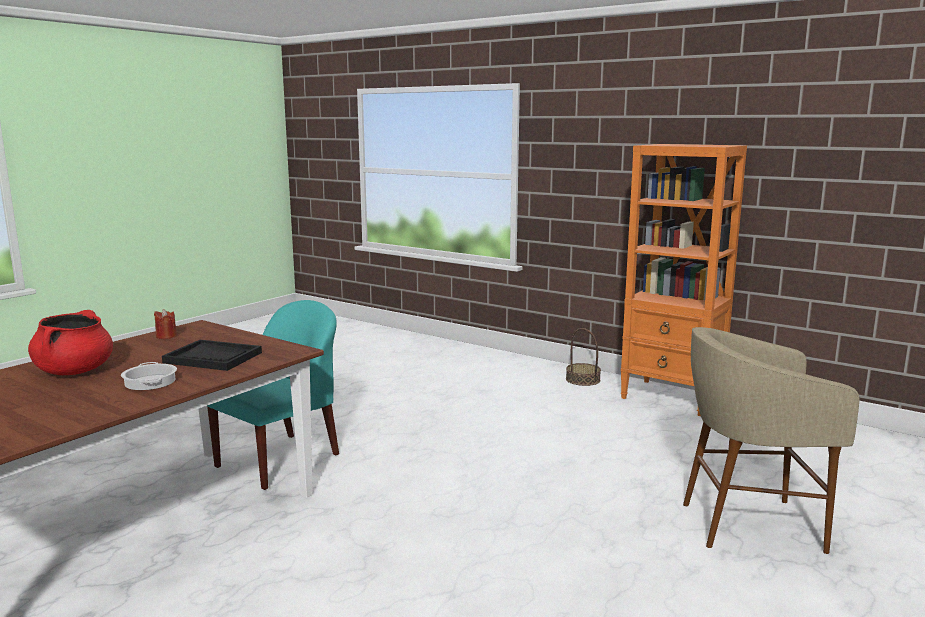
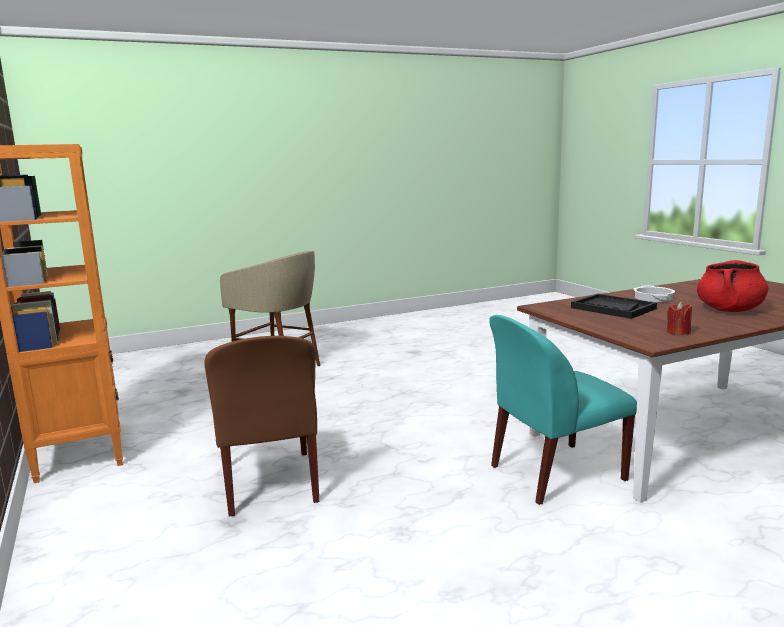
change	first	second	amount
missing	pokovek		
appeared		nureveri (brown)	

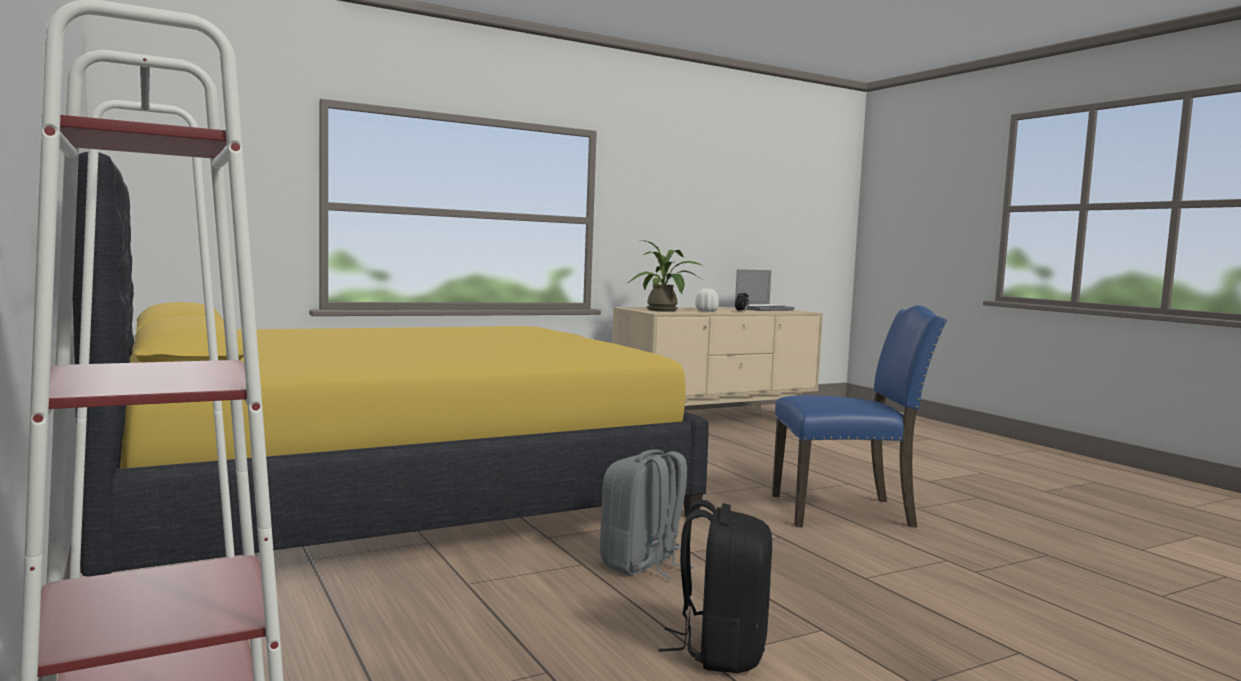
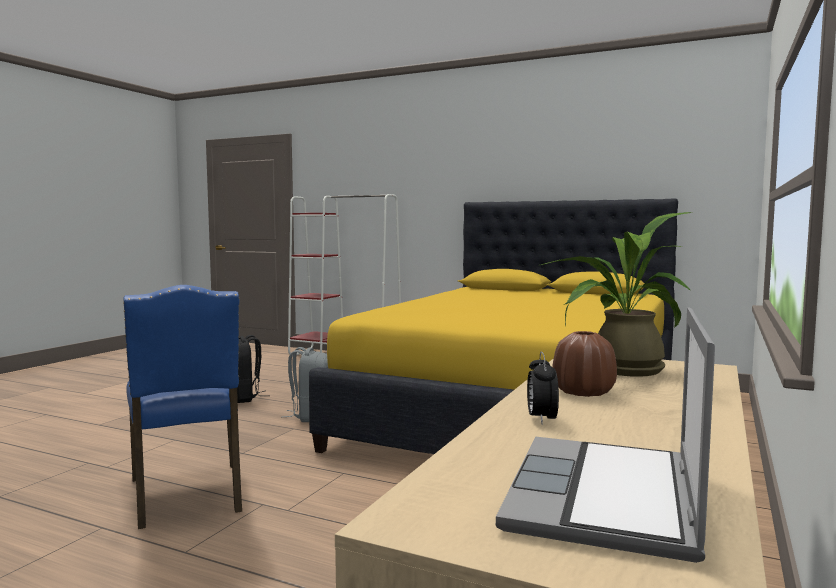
change	first	second	amount
colour	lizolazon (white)	lizolazon (brown)	
spun	nureveri (blue)		75 degrees counterclockwise

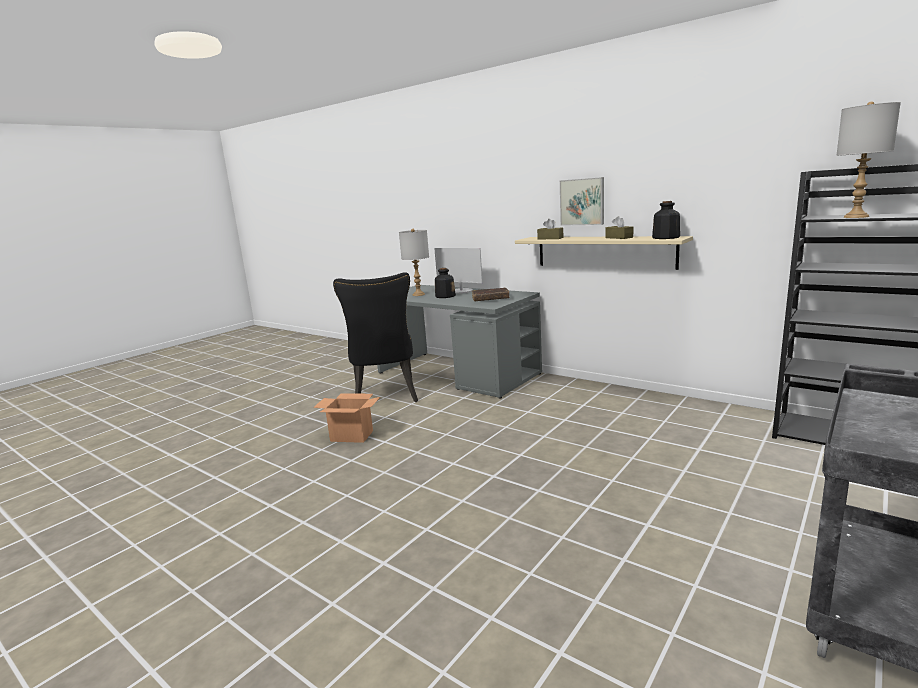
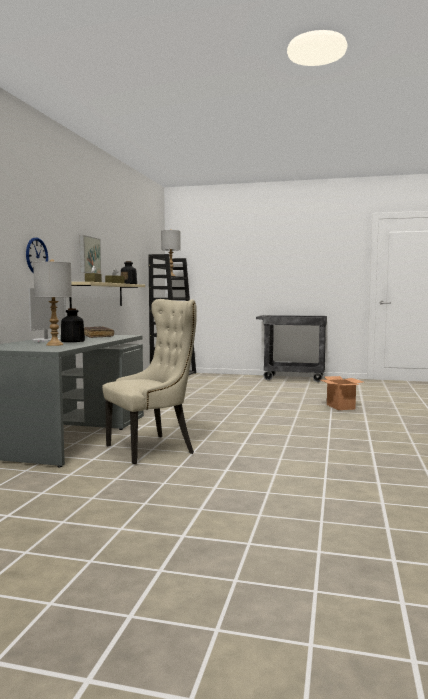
change	first	second	amount
colour	nureveri (black)	nureveri (beige)	
relocated	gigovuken		
appeared		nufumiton	

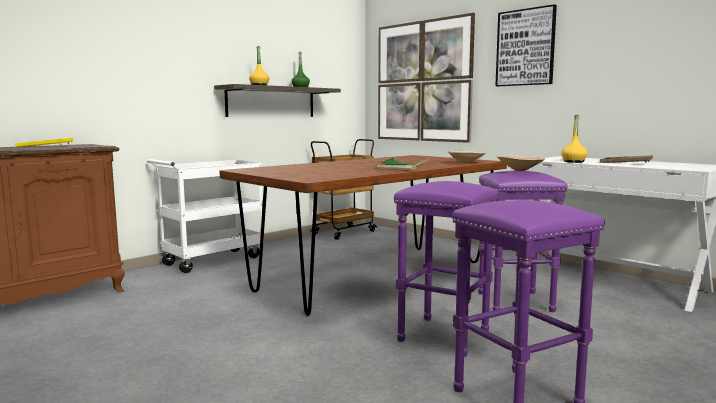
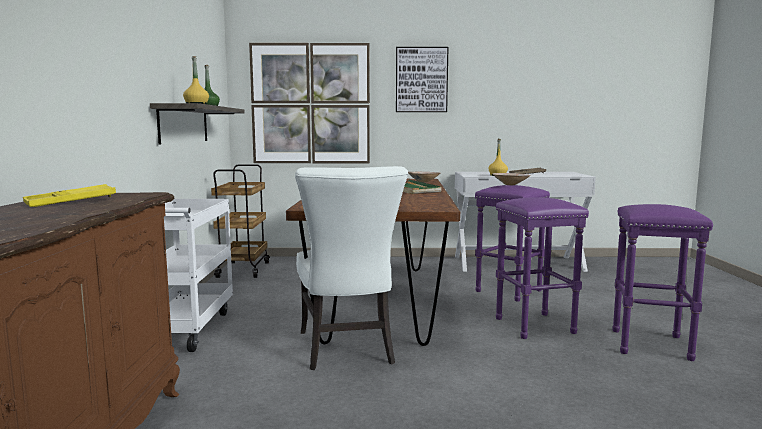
change	first	second	amount
appeared		nureveri (white)	

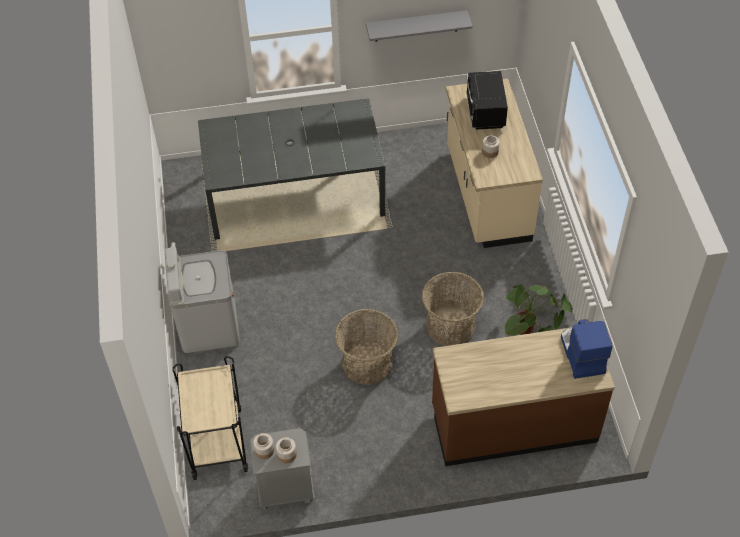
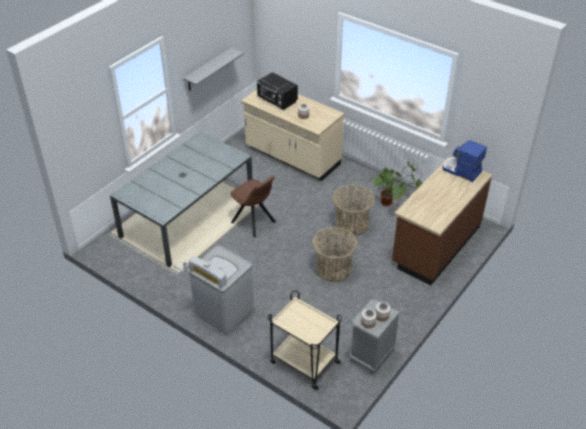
change	first	second	amount
appeared		nureveri (brown)	

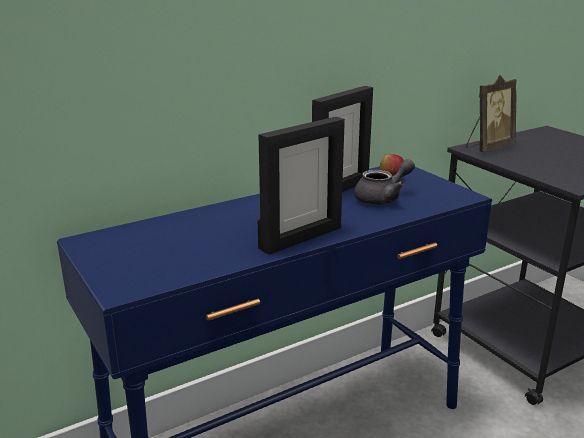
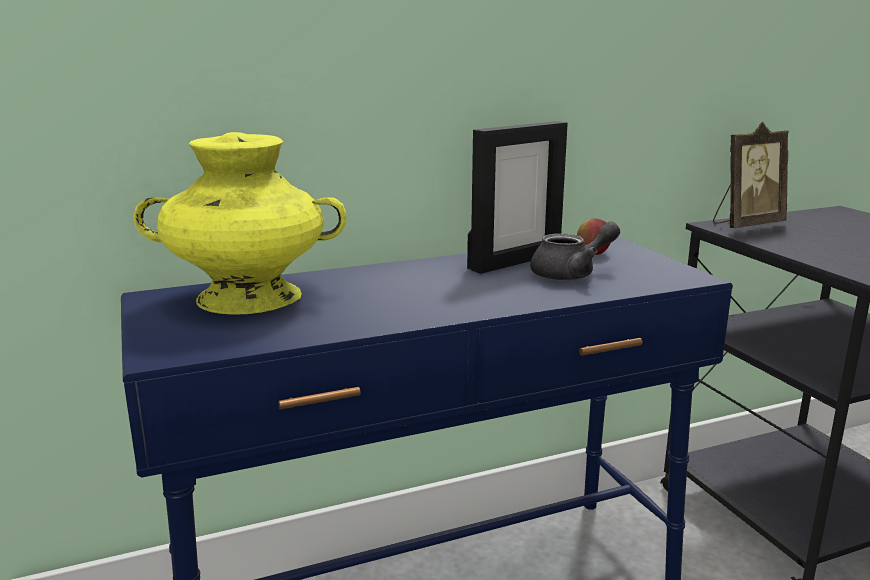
change	first	second	amount
missing	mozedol (no. 1 from left)		
appeared		lizolazon (yellow)	

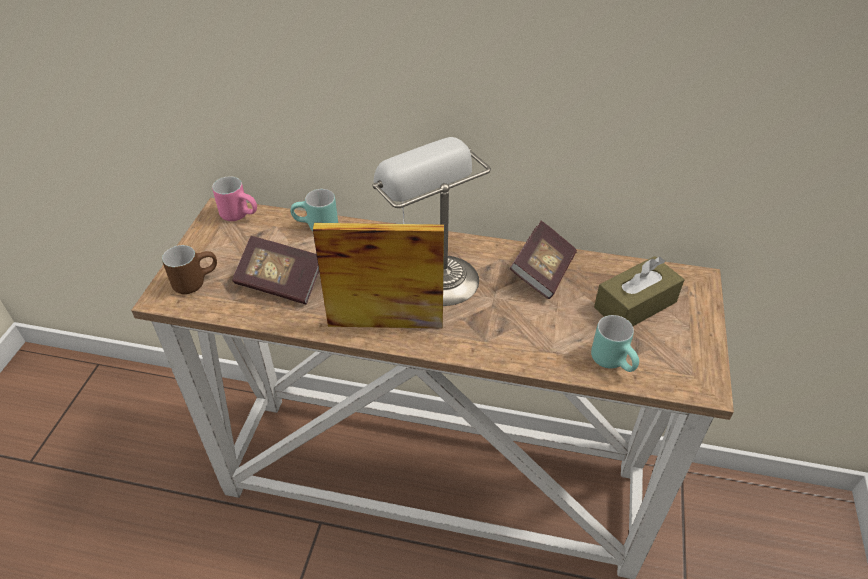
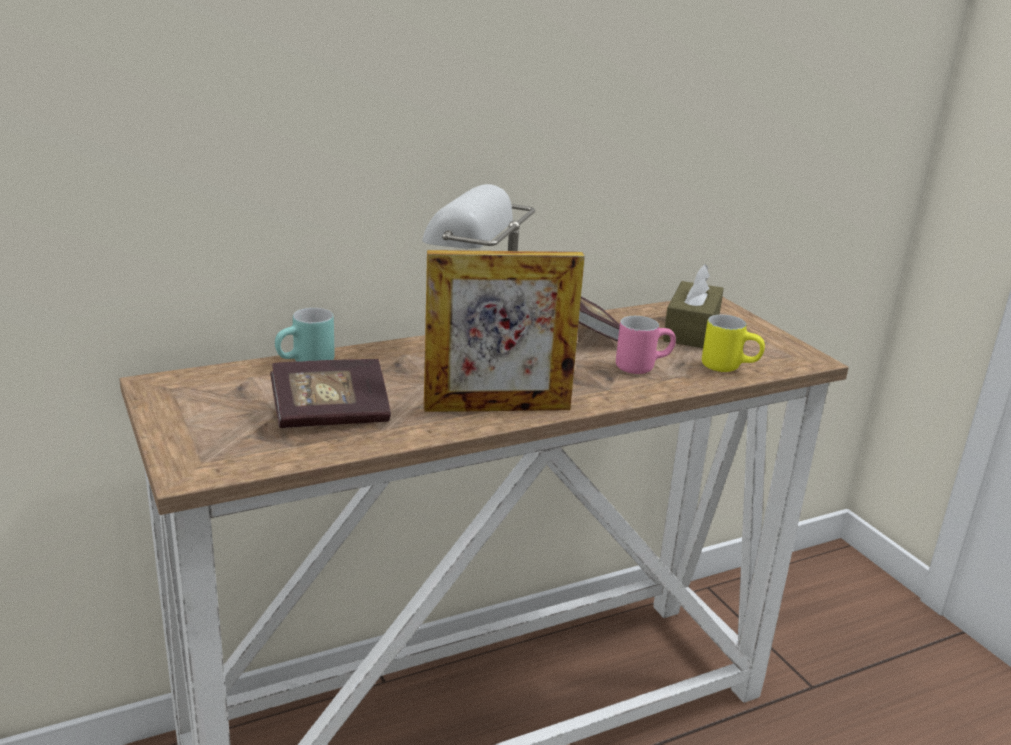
change	first	second	amount
relocated	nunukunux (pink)		
spun	mozedol		150 degrees counterclockwise
missing	nunukunux (brown)		
colour	nunukunux (turquoise) (no. 2 from left)	nunukunux (yellow)	

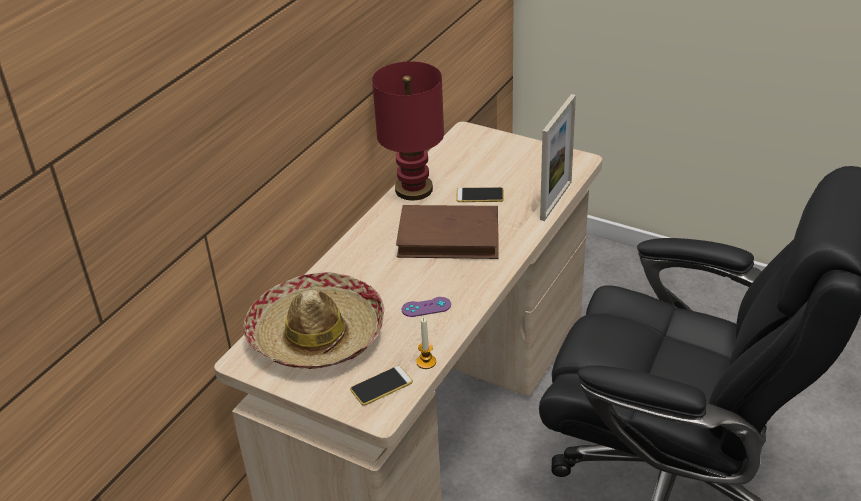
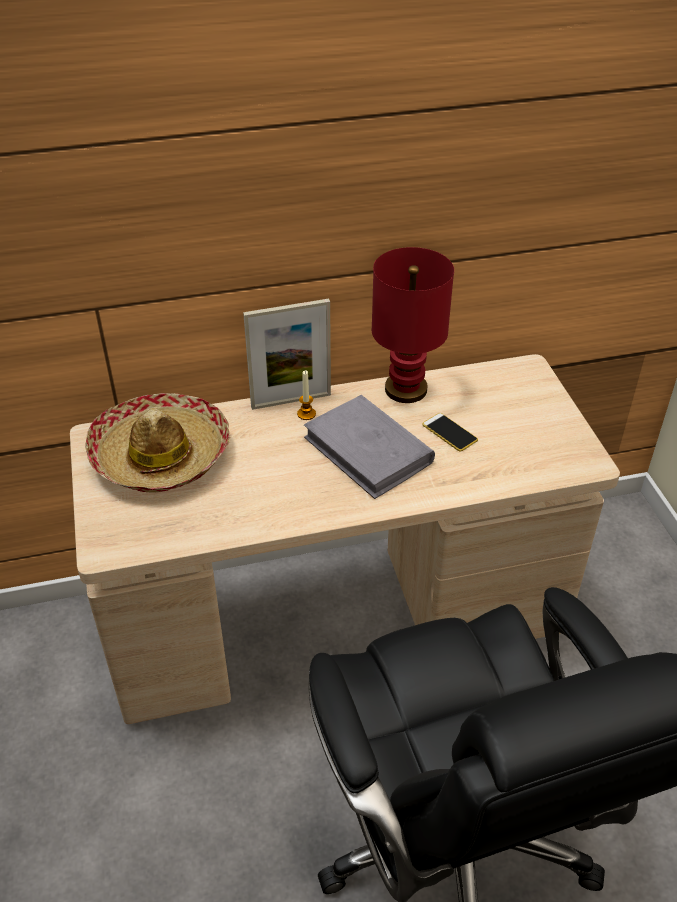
change	first	second	amount
relocated	mozedol		
colour	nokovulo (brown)	nokovulo (grey)	
missing	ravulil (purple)		
relocated	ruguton		
missing	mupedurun (no. 1 from left)		

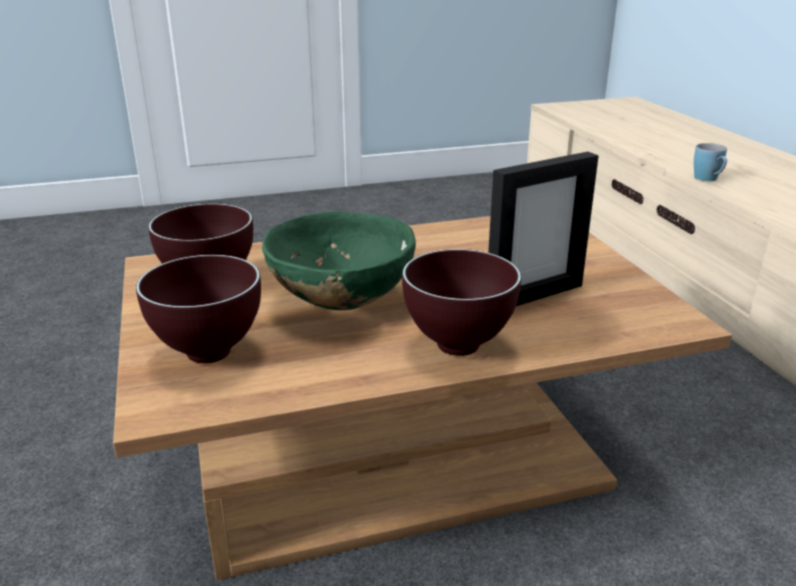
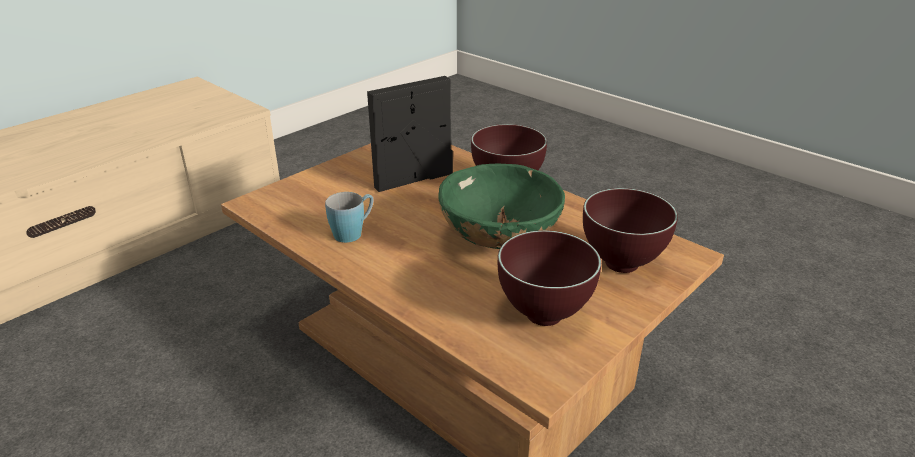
change	first	second	amount
relocated	nunukunux (blue)		
spun	mozedol		60 degrees counterclockwise

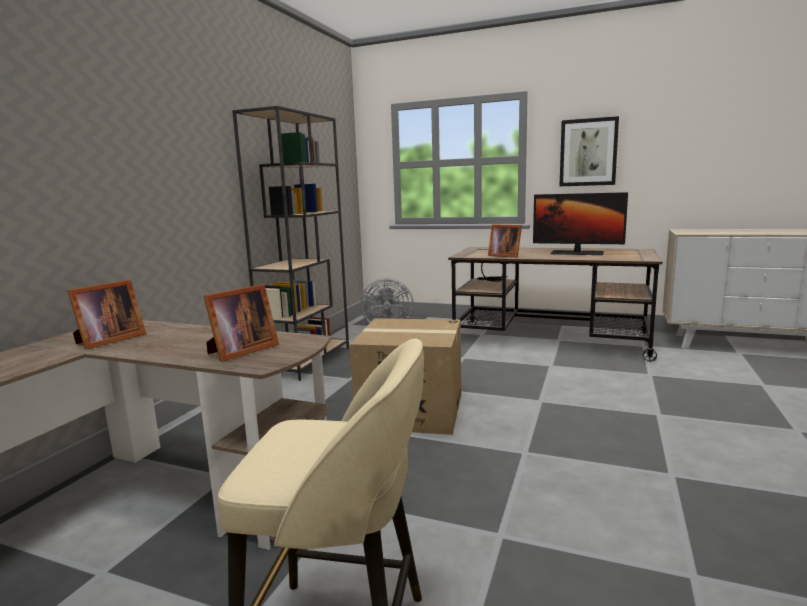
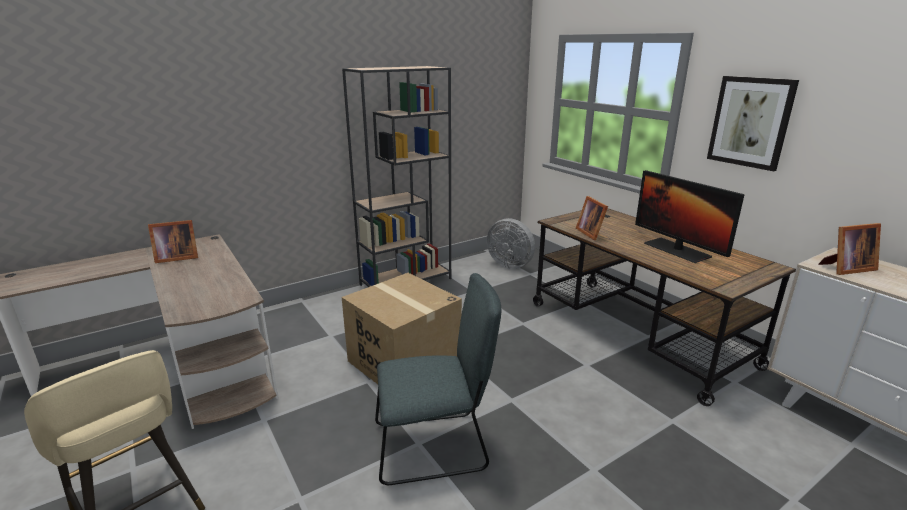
change	first	second	amount
relocated	mozedol (no. 2 from left in the first image)	mozedol (no. 3 from left)	
appeared		nureveri (grey)	

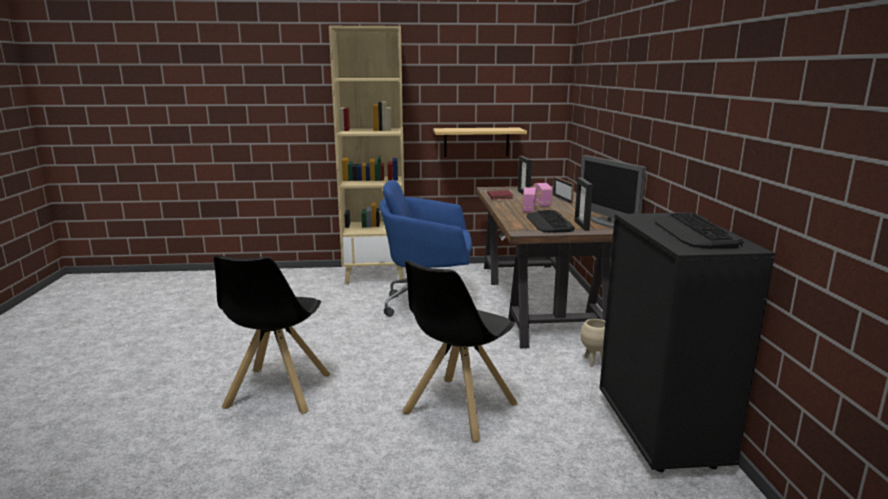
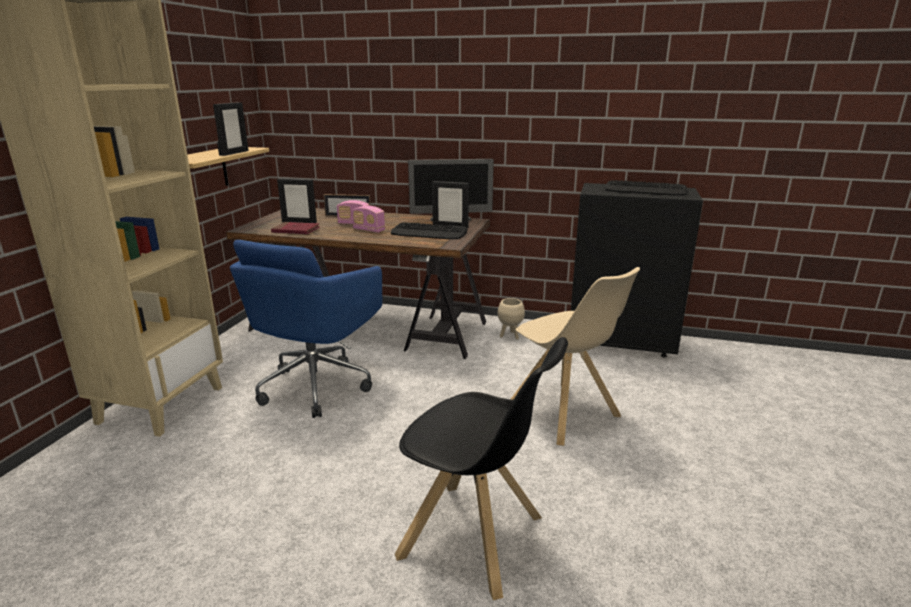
change	first	second	amount
colour	nureveri (black) (no. 2 from left)	nureveri (beige)	
appeared		mozedol (no. 1 from left)	

